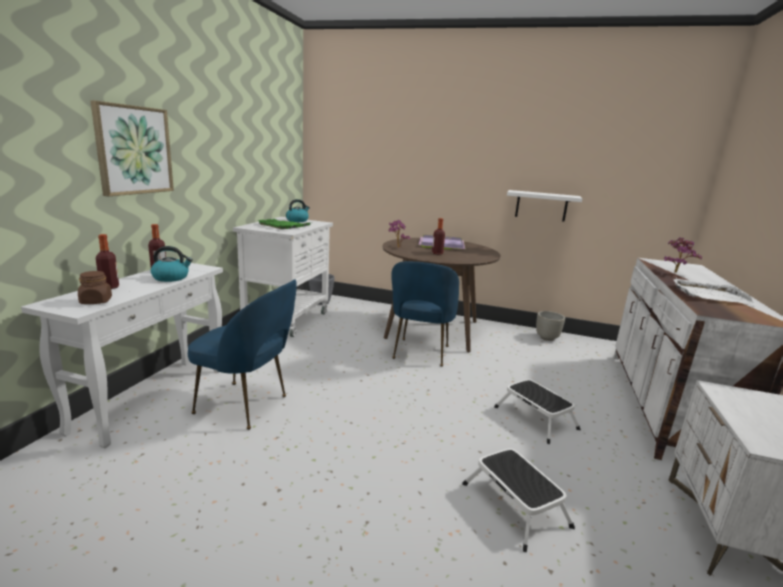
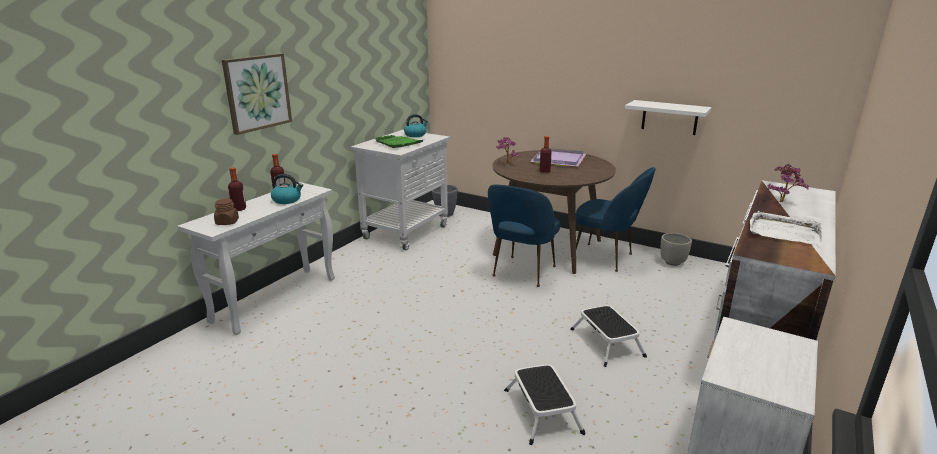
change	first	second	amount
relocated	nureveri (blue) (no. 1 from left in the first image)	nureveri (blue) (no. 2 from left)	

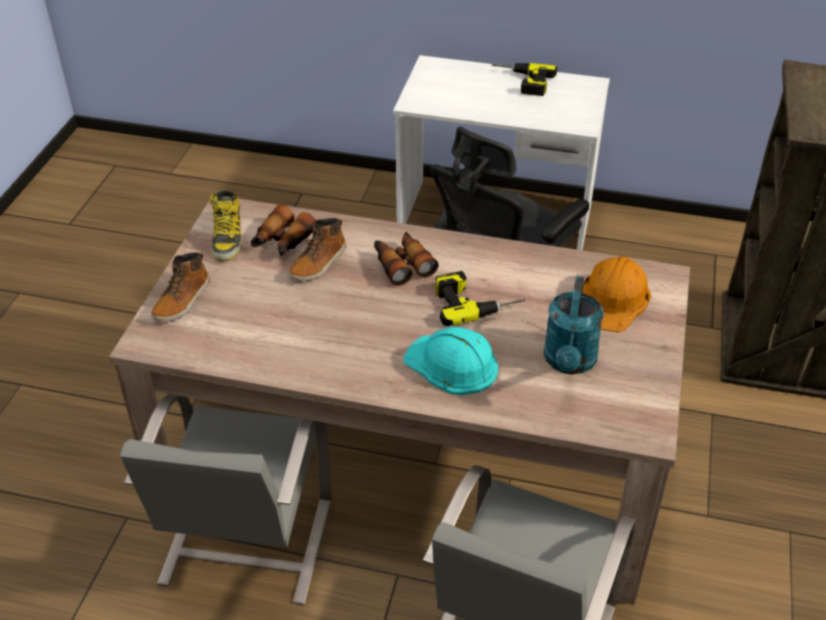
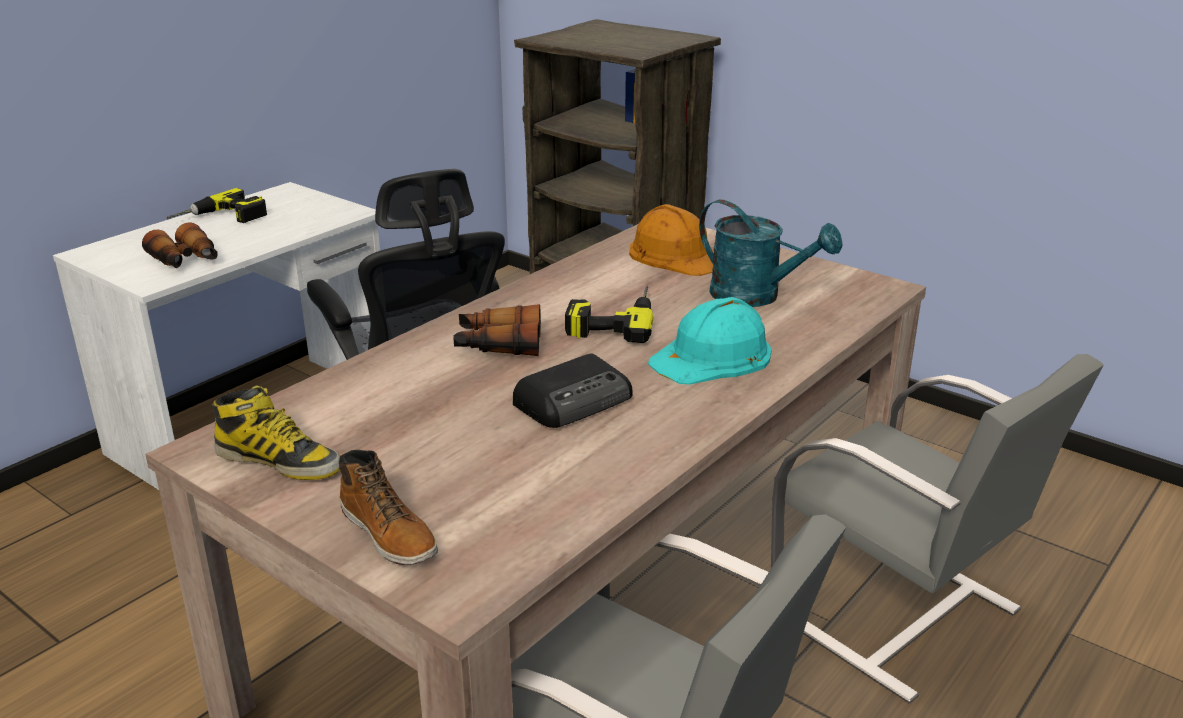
change	first	second	amount
relocated	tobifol (no. 1 from left)		
missing	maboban (no. 3 from left)		
appeared		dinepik	

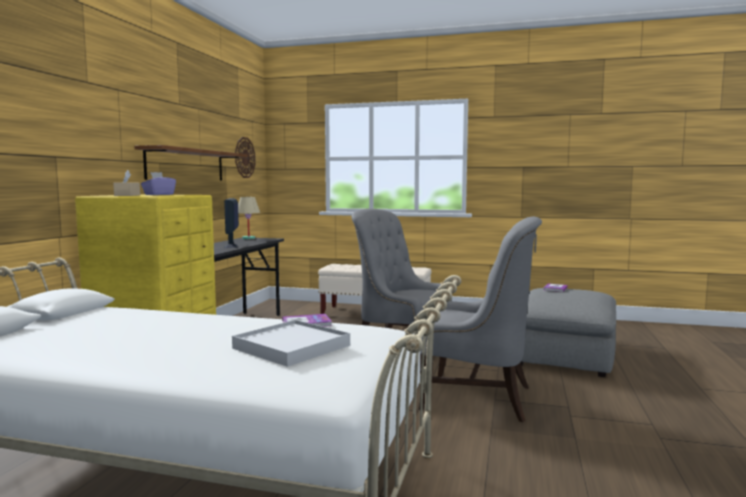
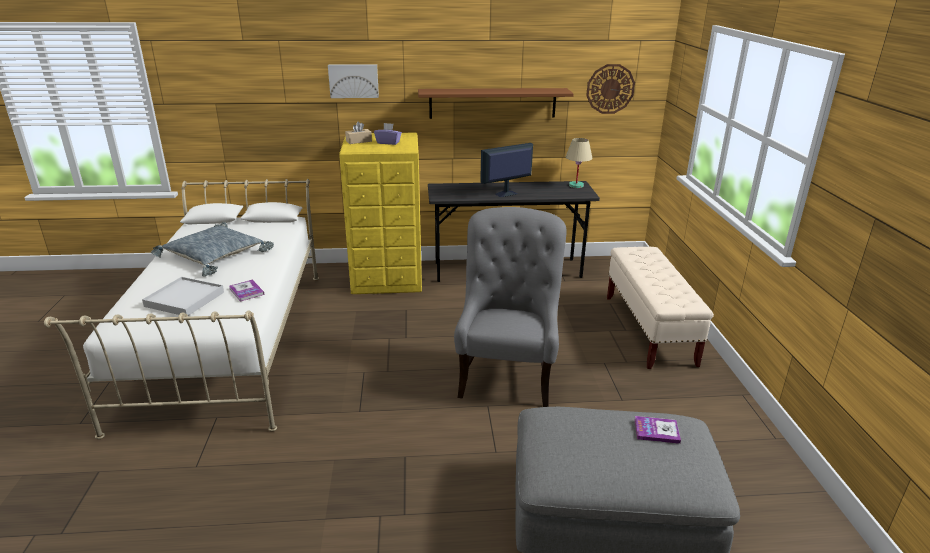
change	first	second	amount
missing	nureveri (grey) (no. 2 from left)		
appeared		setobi	
appeared		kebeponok	

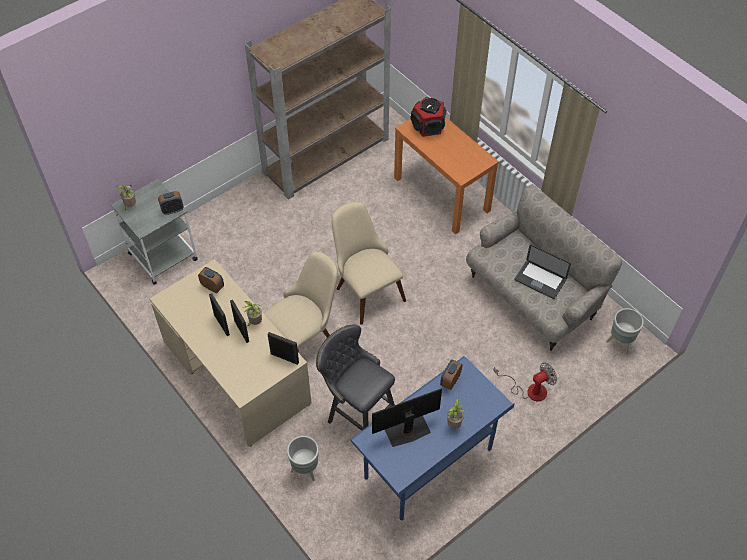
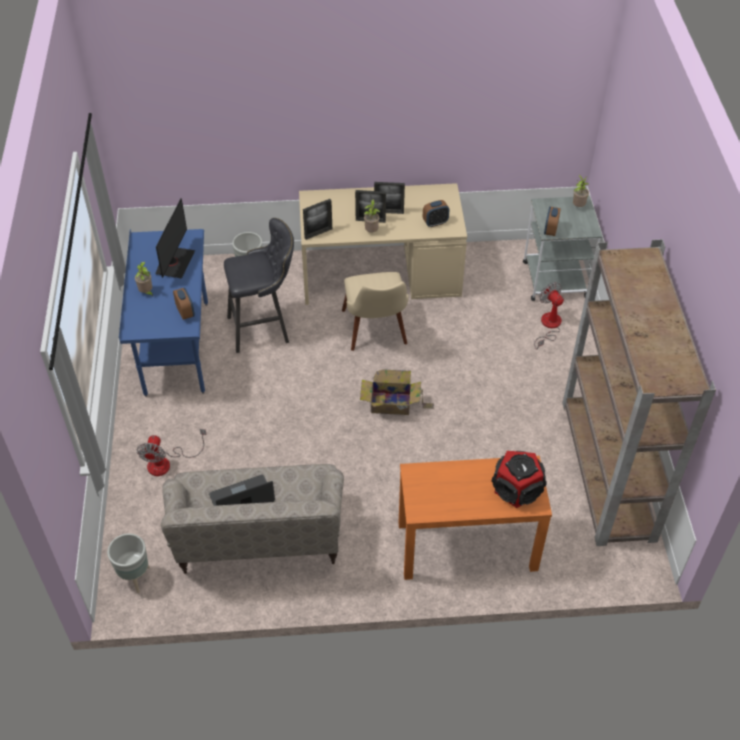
change	first	second	amount
exchanged	nureveri (beige) (no. 2 from left)	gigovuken	
appeared		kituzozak (no. 2 from left)	

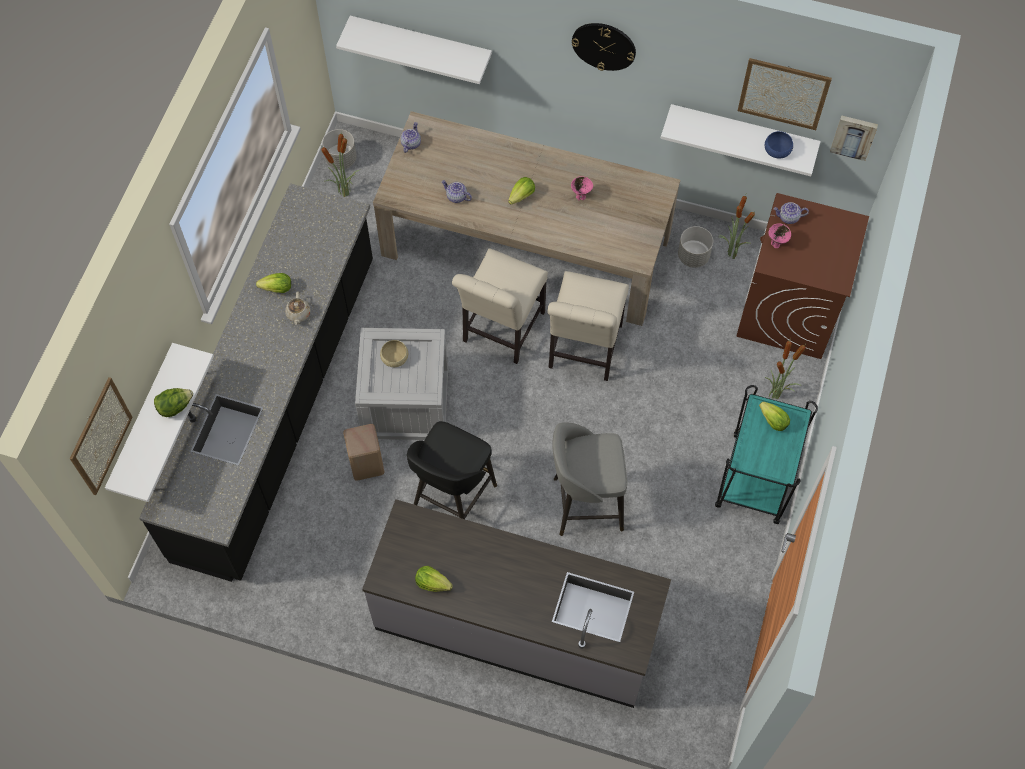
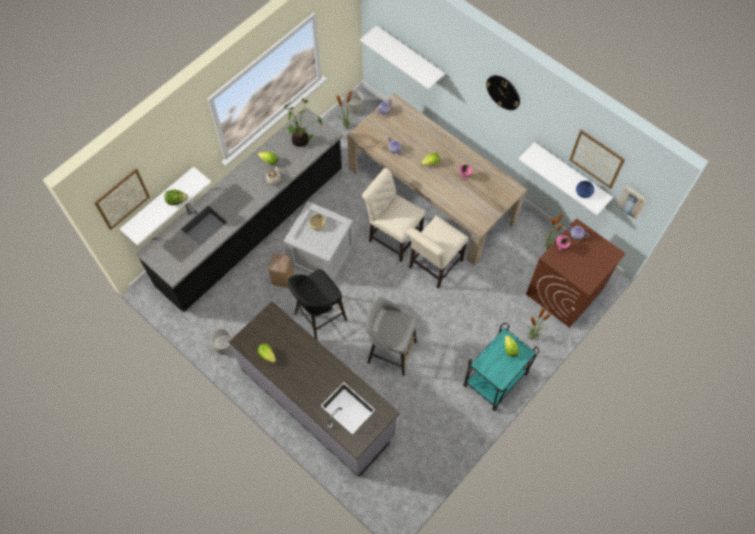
change	first	second	amount
relocated	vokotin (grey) (no. 2 from left in the first image)	vokotin (grey) (no. 1 from left)	
spun	nureveri (beige) (no. 1 from left)		75 degrees clockwise
appeared		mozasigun (no. 1 from left)	

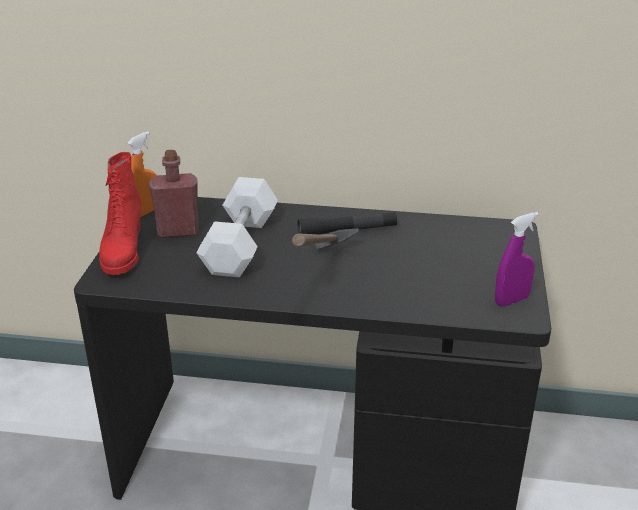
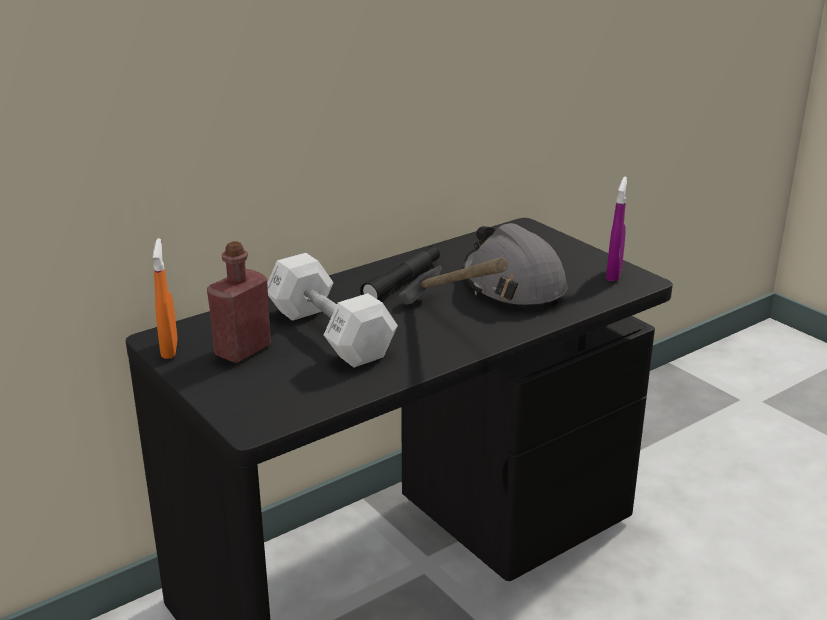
change	first	second	amount
missing	maboban (red)		
appeared		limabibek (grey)	

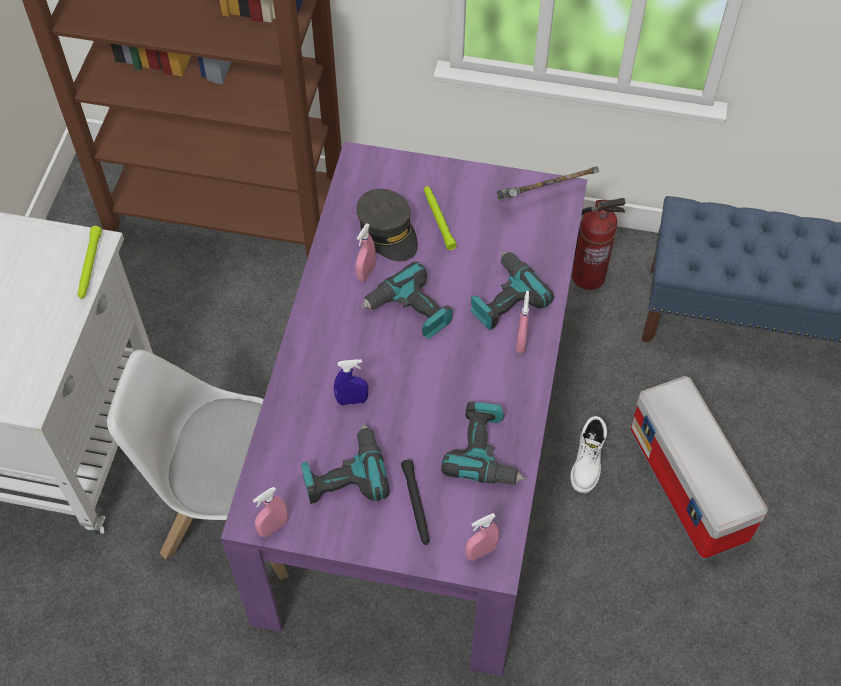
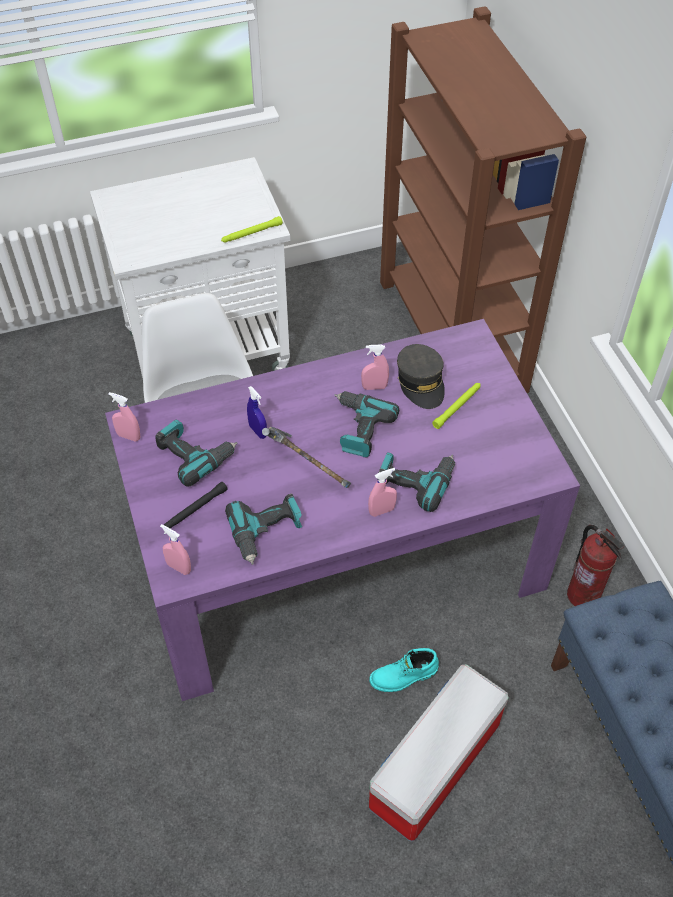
change	first	second	amount
relocated	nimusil		
spun	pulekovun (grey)		45 degrees counterclockwise
colour	maboban (white)	maboban (turquoise)	

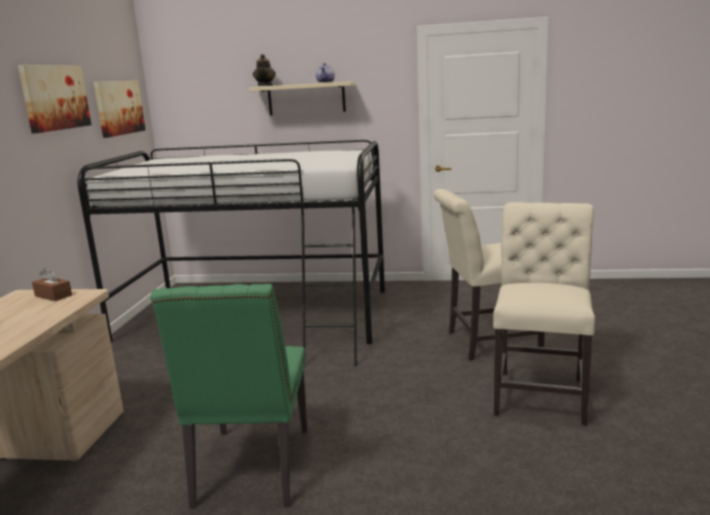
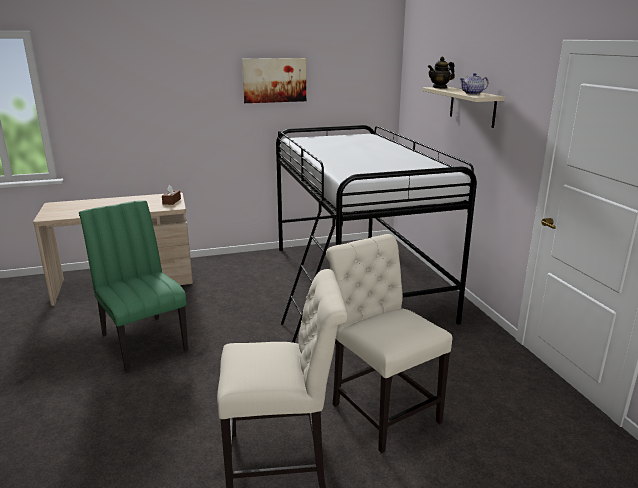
change	first	second	amount
missing	setobi (no. 2 from left)		
spun	nureveri (green)		75 degrees clockwise

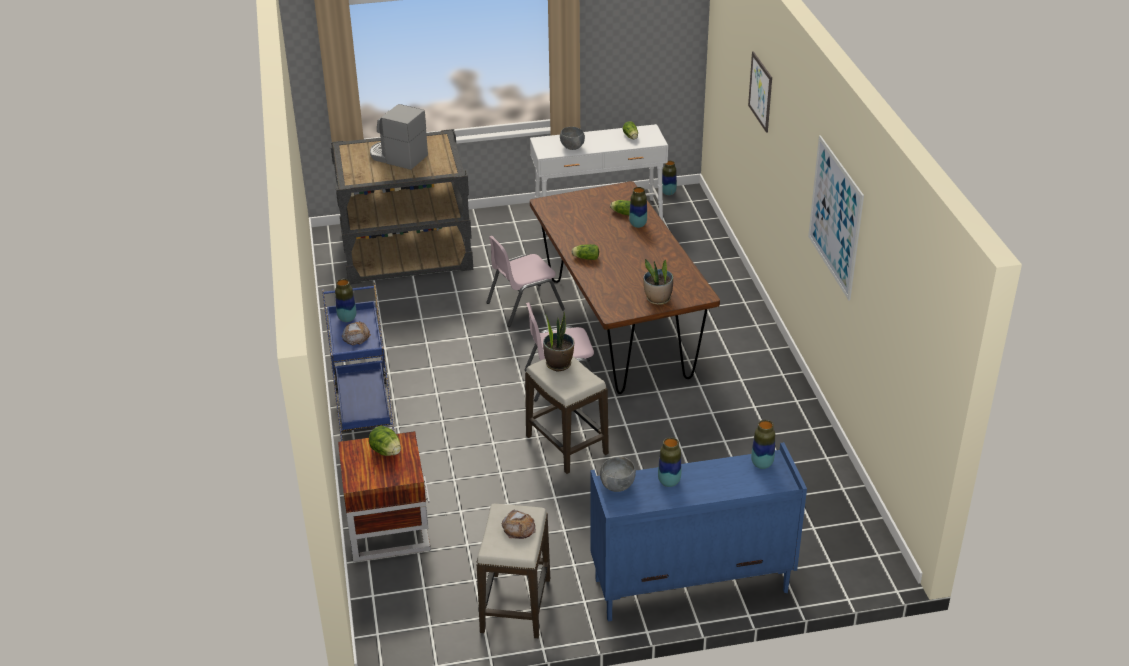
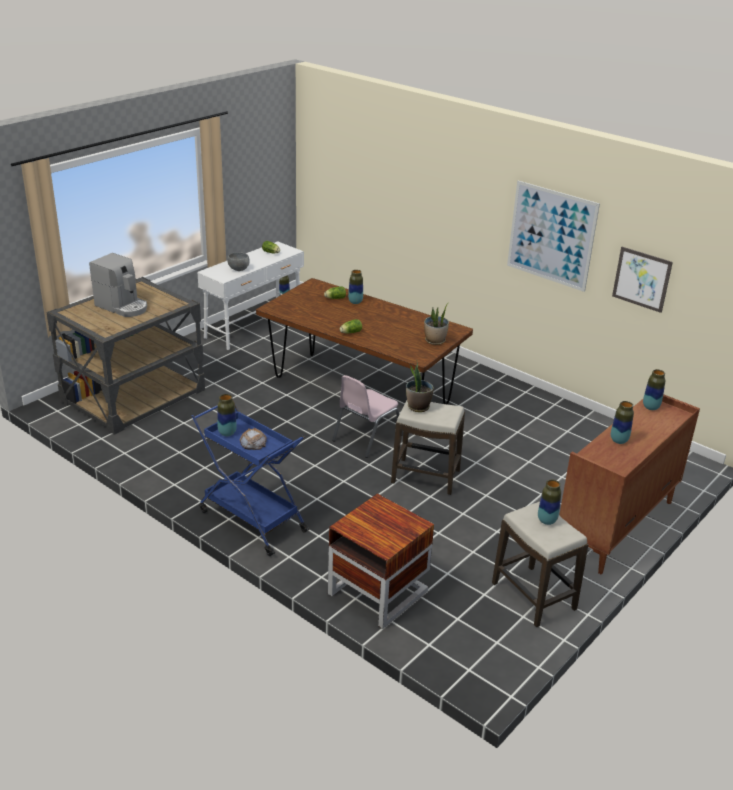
change	first	second	amount
relocated	setobi (no. 1 from left in the first image)	setobi (no. 2 from left)	
spun	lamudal		135 degrees counterclockwise
missing	nureveri (pink) (no. 1 from left)		
missing	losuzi (no. 1 from left)		
colour	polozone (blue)	polozone (brown)	
missing	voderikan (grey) (no. 2 from left)		
exchanged	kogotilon (no. 2 from left)	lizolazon (no. 4 from left)	

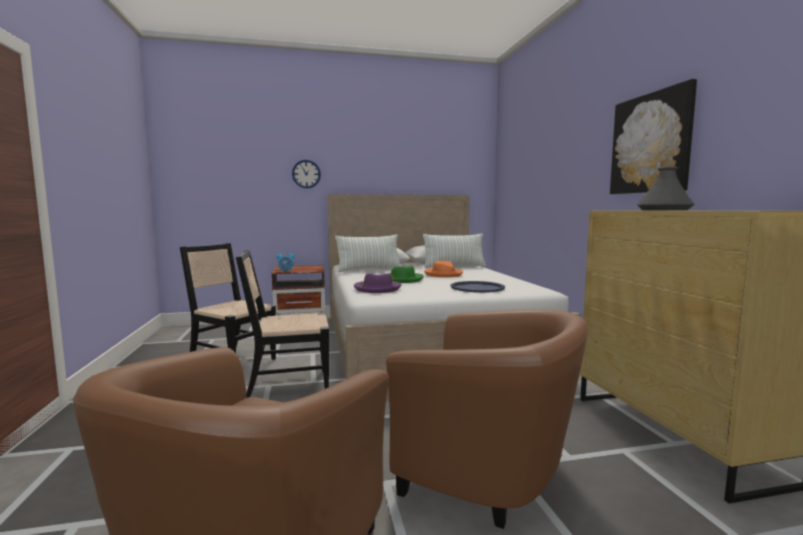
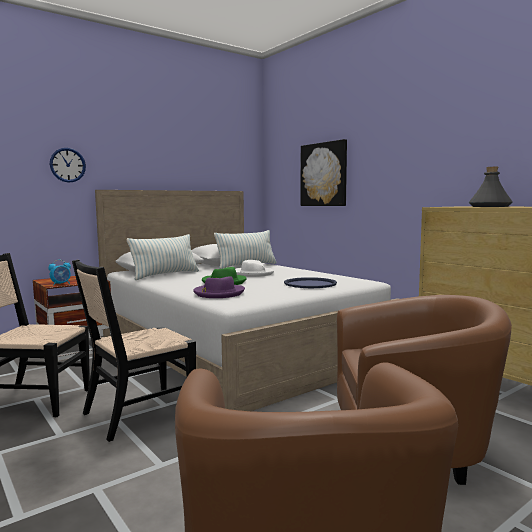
change	first	second	amount
relocated	setobi		
colour	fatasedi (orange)	fatasedi (white)	

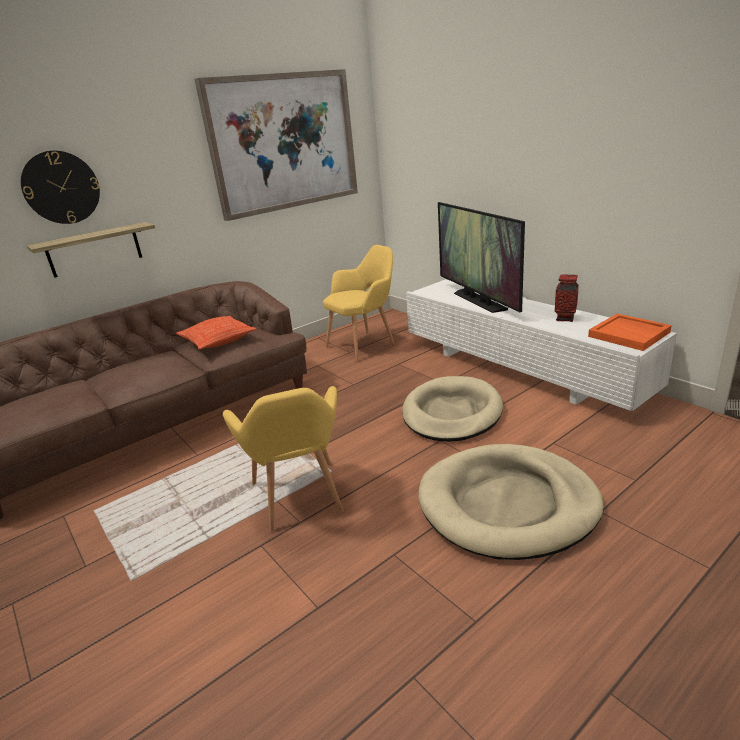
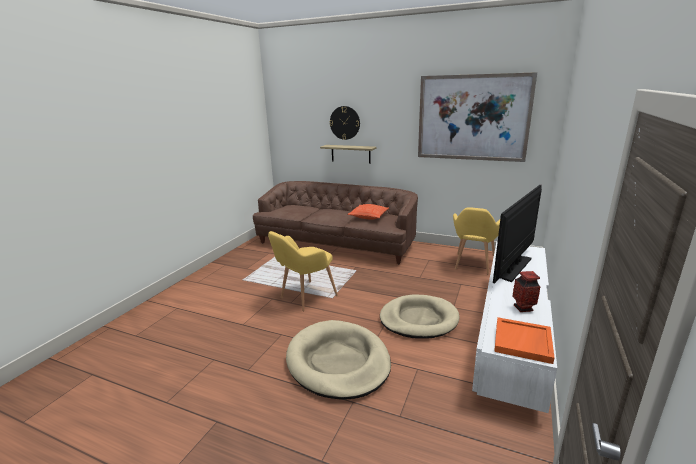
change	first	second	amount
spun	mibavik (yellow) (no. 2 from left)		90 degrees clockwise

